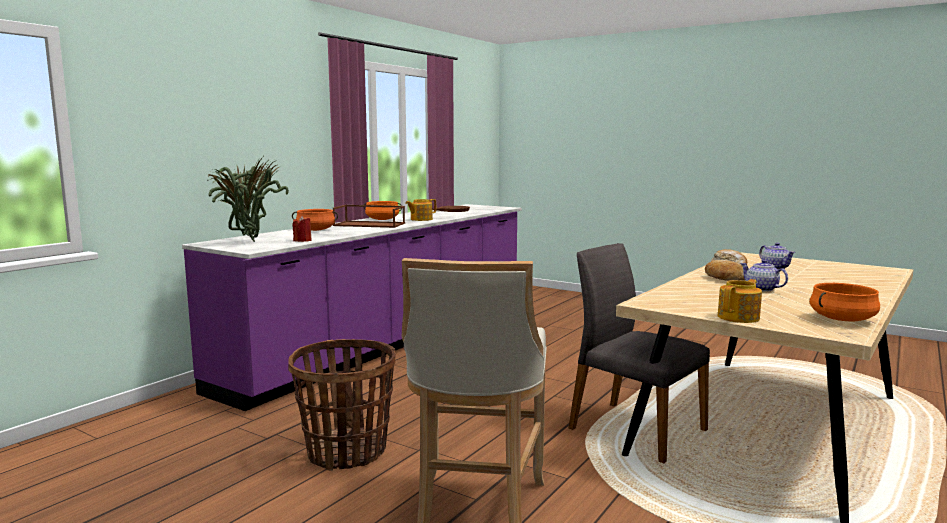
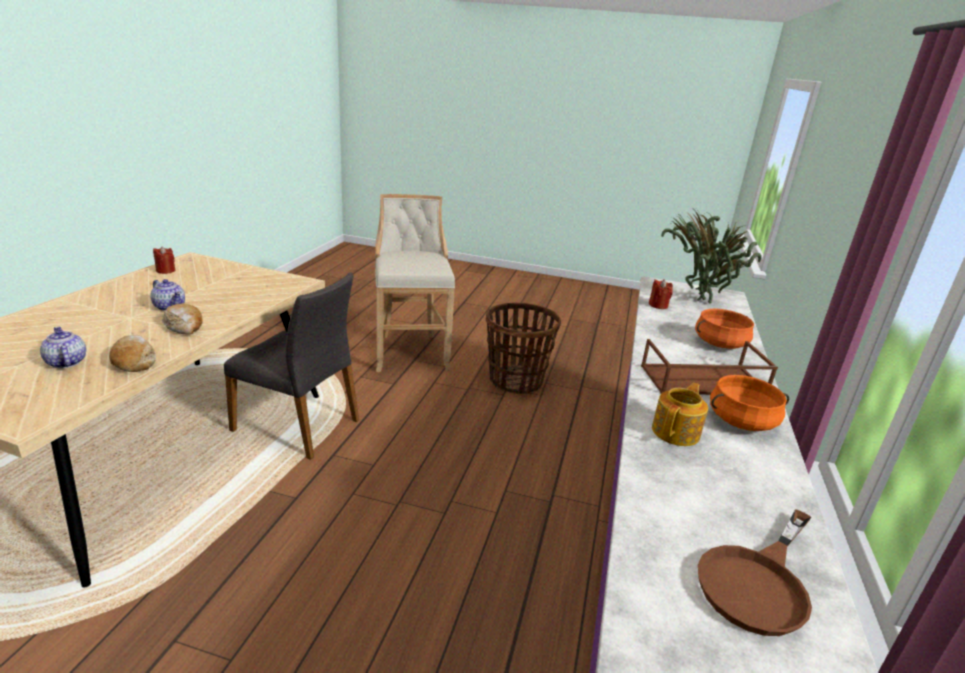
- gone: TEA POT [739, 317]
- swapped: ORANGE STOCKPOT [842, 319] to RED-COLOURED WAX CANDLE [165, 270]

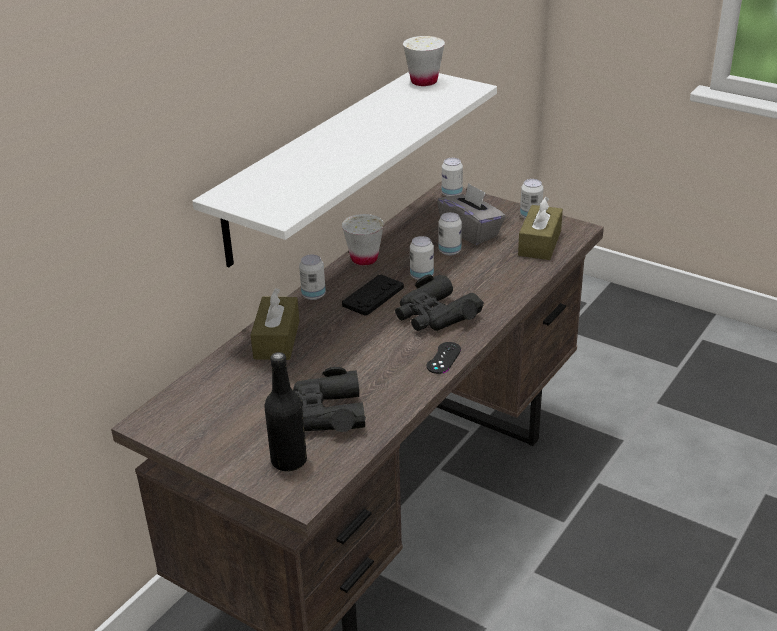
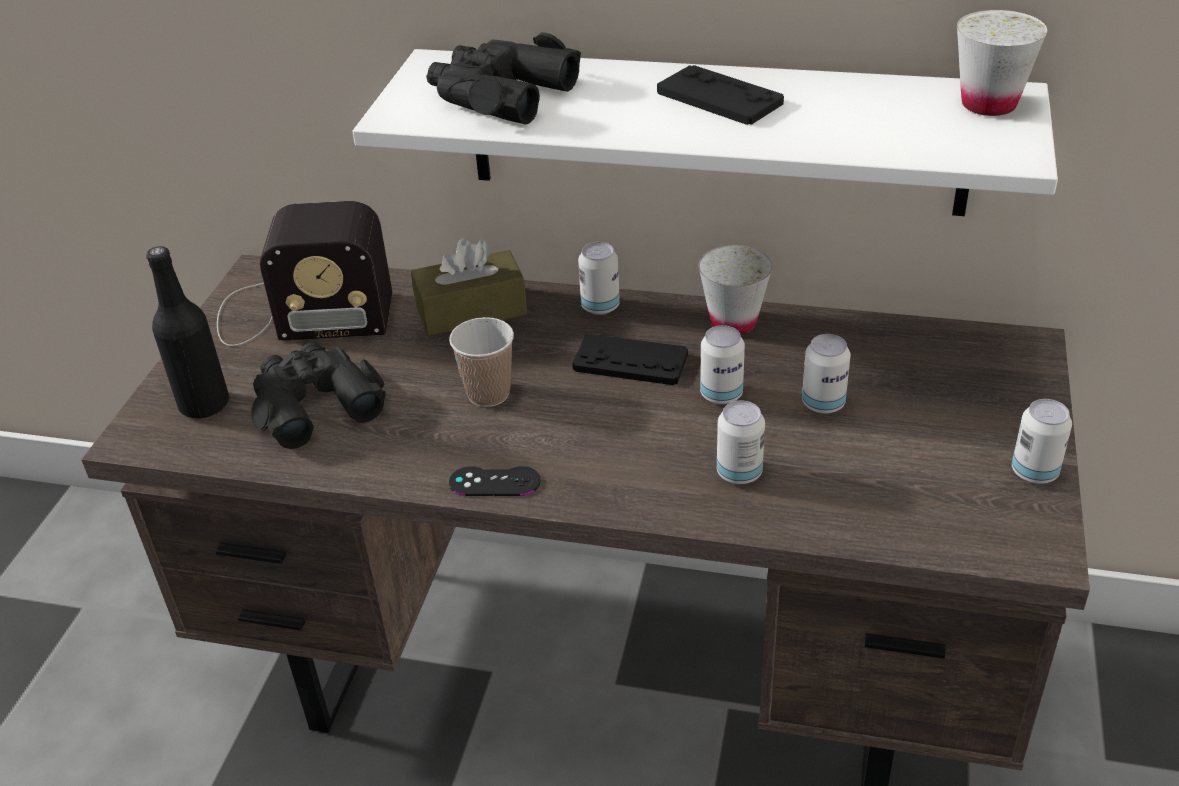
- shifted: SEALED CAN [452, 194] to [739, 473]
- gone: GRAY BOX OF TISSUES [471, 232]
- gone: BROWN-COLOURED BOX OF TISSUES [539, 243]
- shifted: BLACKISH FIELD GLASSES [435, 315] to [500, 94]
- new: BLACKISH JOYPAD [719, 98]
- new: RADIO SET [298, 313]
- new: DRINKING CUP [488, 394]

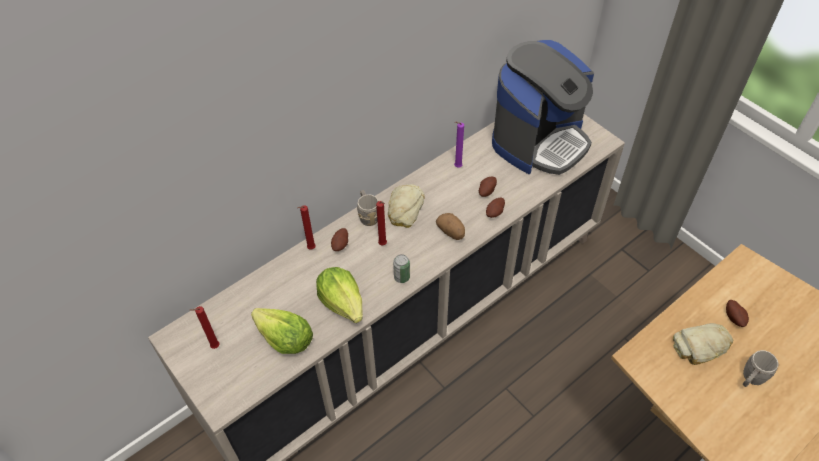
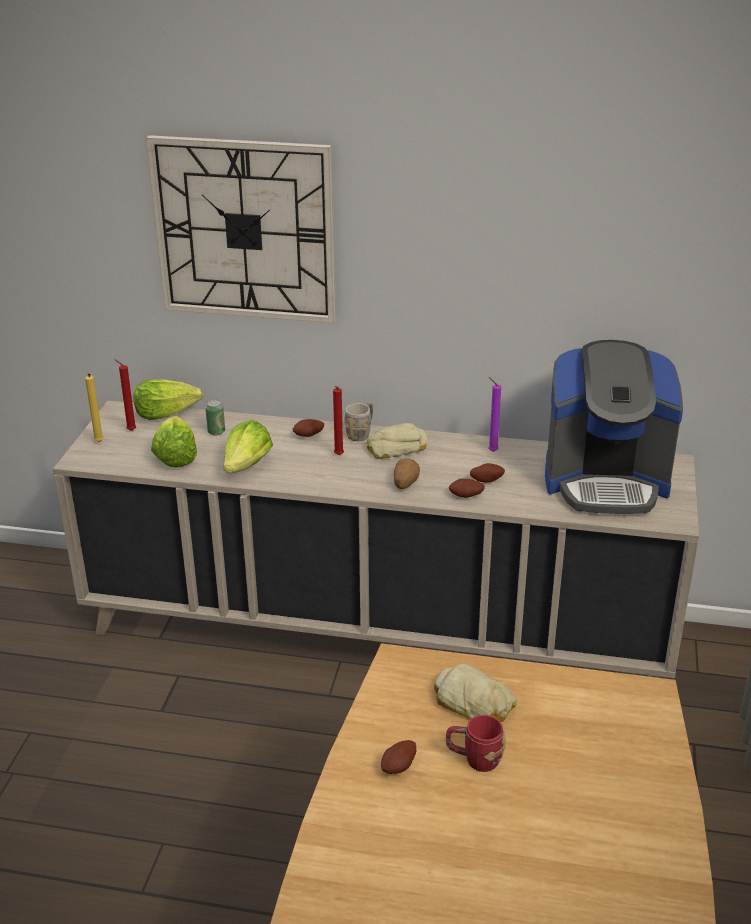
- gone: RED-COLOURED WAX CANDLE [310, 249]
- shifted: SEALED CAN [402, 277] to [216, 432]
- shifted: WHOLE POTATO [734, 318] to [399, 767]
- repainted: GRAY COFFEE MUG [750, 379] to RED-COLOURED COFFEE MUG [474, 759]
- new: HANGING CLOCK [244, 230]
- new: YELLOW-COLOURED WAX CANDLE [99, 443]
- new: LETTUCE [166, 413]

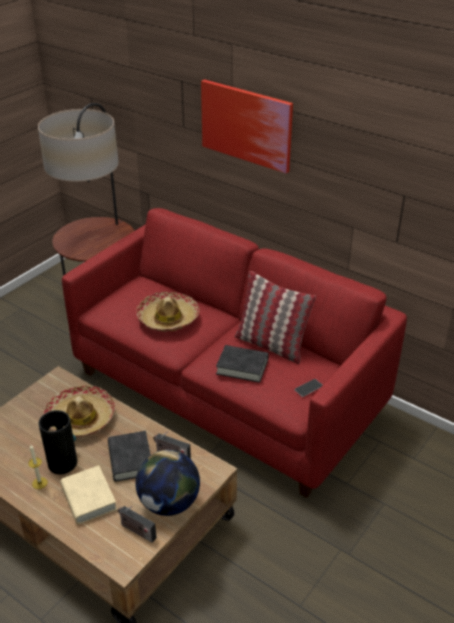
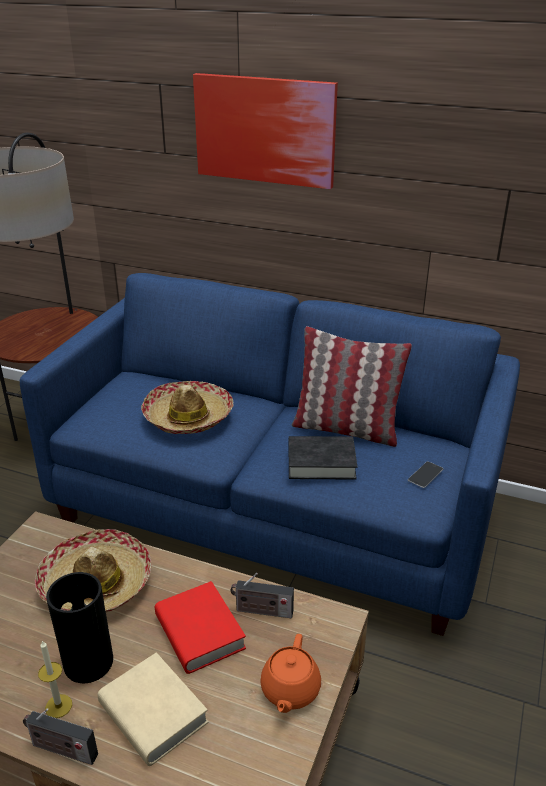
- repainted: RED-COLOURED COUCH [228, 390] to BLUE COUCH [274, 510]
- repainted: BLACKISH VOLUME [130, 459] to RED-COLOURED VOLUME [199, 632]
- swapped: DESK GLOBE [169, 503] to ORANGE TEA POT [289, 690]
- shifted: RADIO SET [136, 530] to [61, 749]

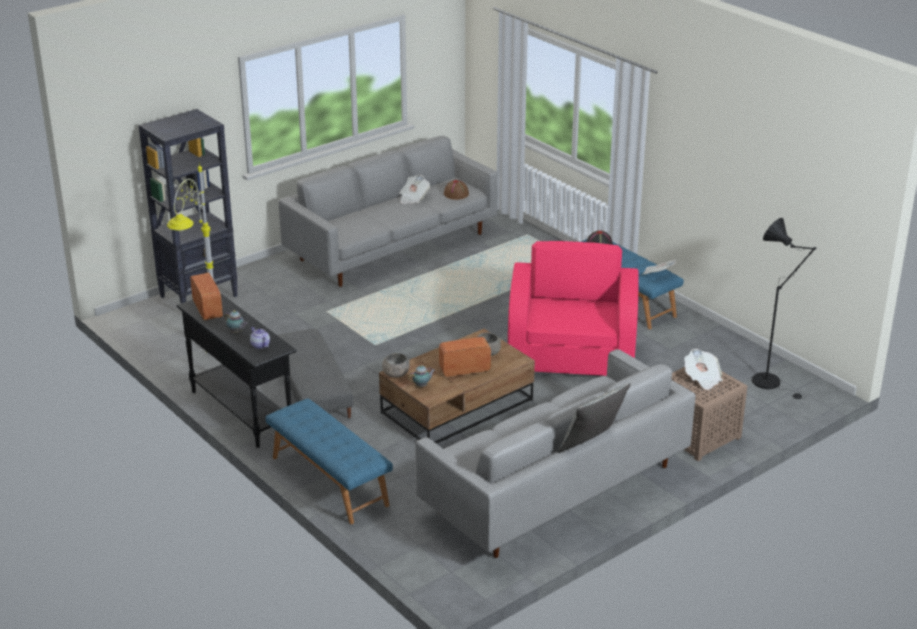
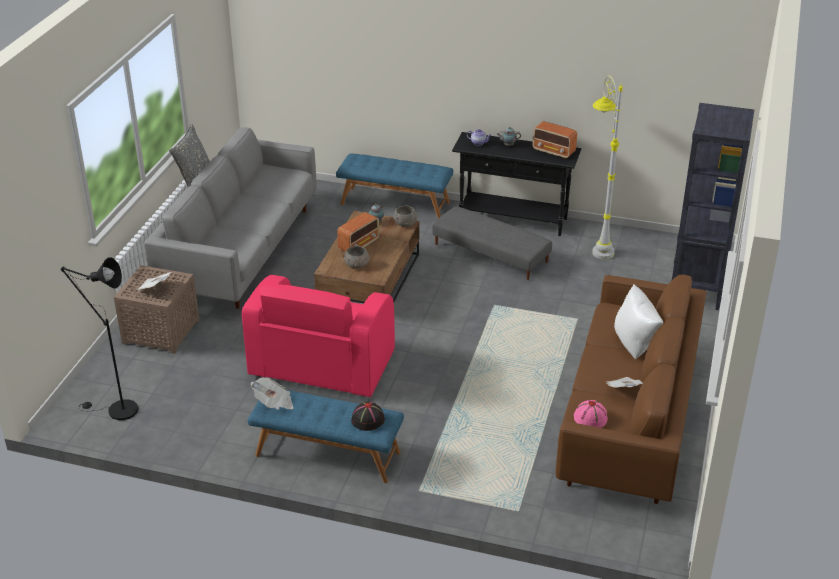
- repainted: GRAY COUCH [393, 247] to BROWN-COLOURED COUCH [628, 420]
- repainted: BROWN-COLOURED CLOTHING HAT [456, 194] to PINK CLOTHING HAT [590, 418]
- rotated: PINK ARMCHAIR [572, 355] = [321, 365] 45 degrees clockwise
- new: WHITE THROW PILLOW [635, 345]

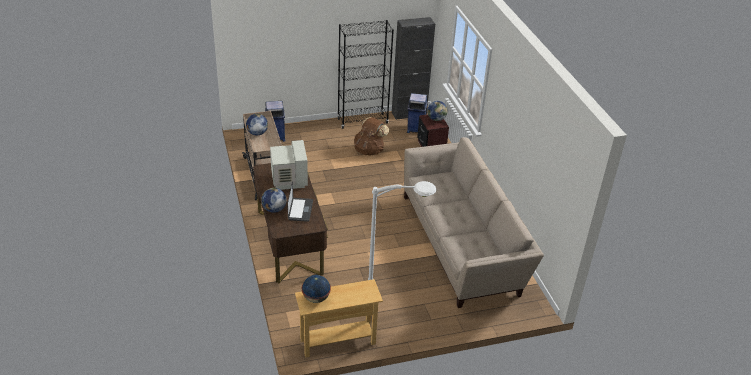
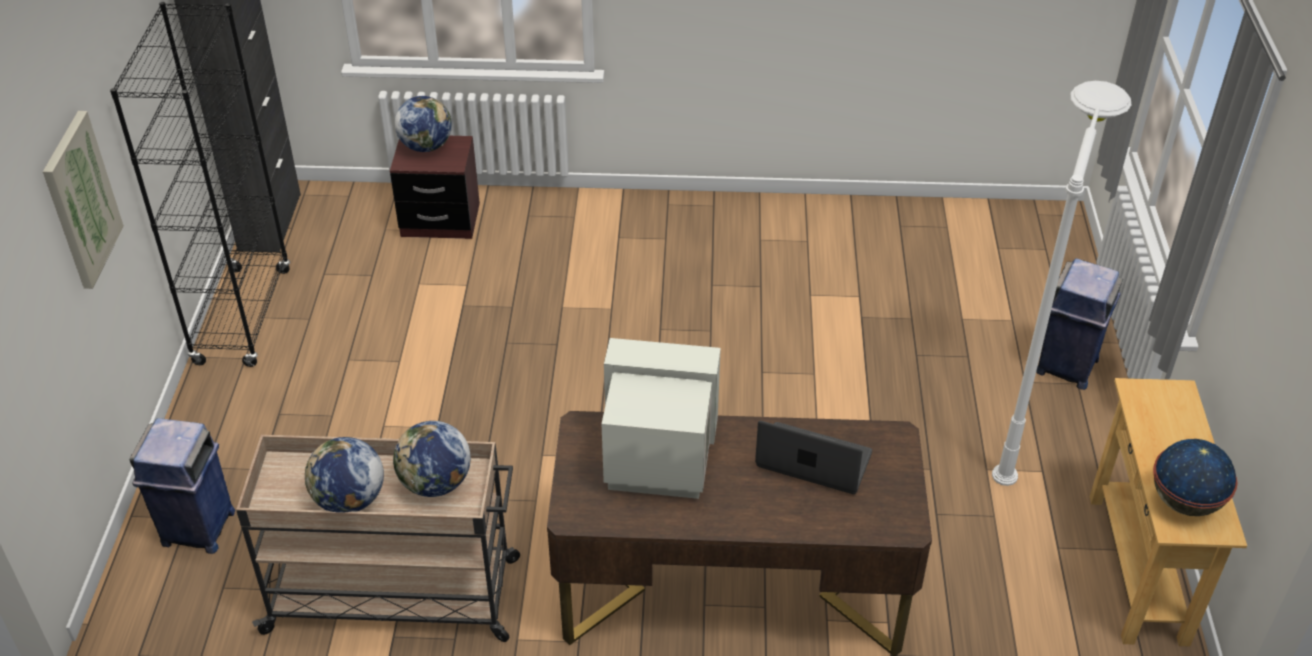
- shifted: BLUE RUBBISH BIN [415, 129] to [1066, 366]
- gone: BROWN-COLOURED RUCKSACK [369, 150]
- gone: BEIGE COUCH [462, 243]
- shifted: DESK GLOBE [274, 209] to [435, 484]
- new: WALL PICTURE [81, 200]

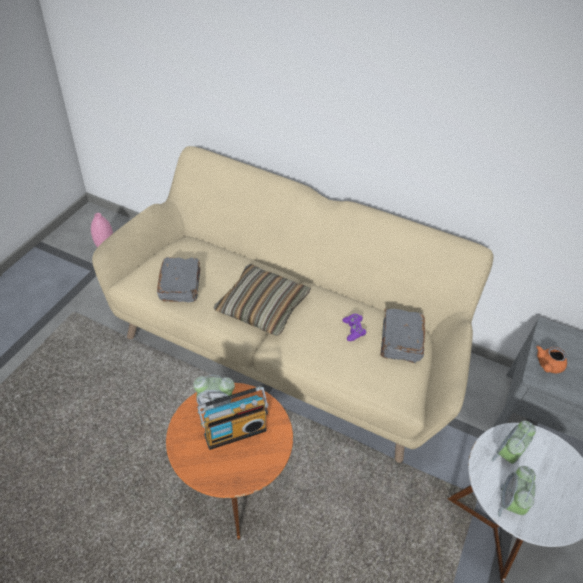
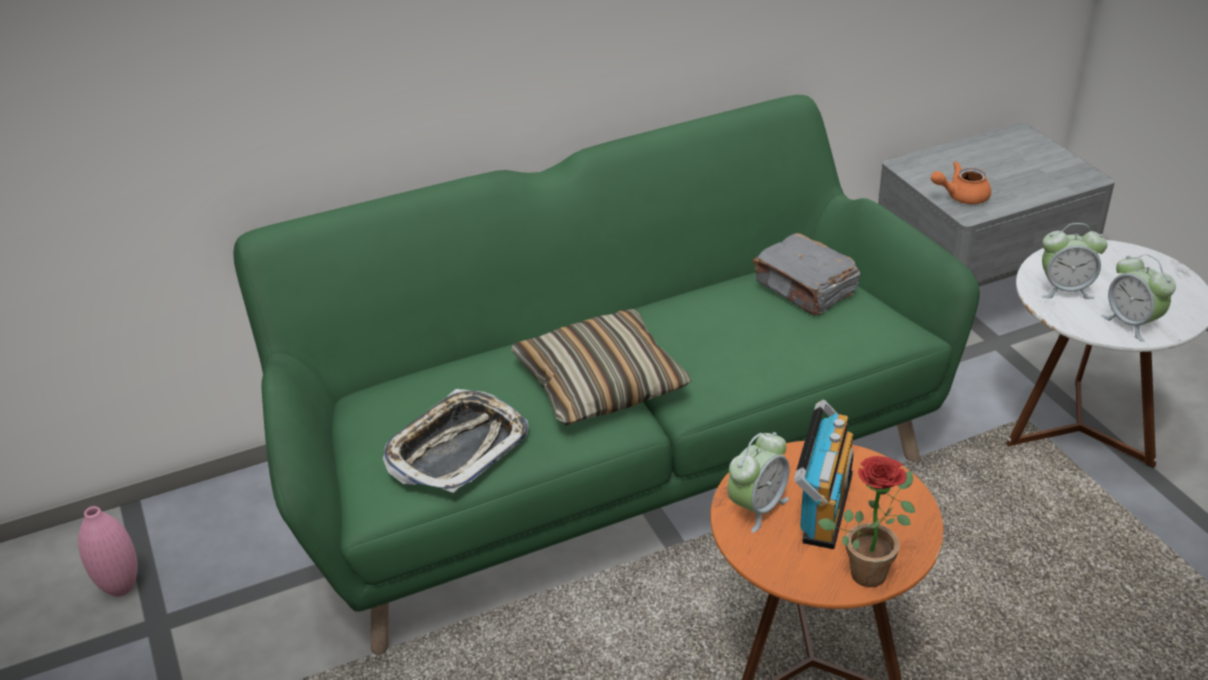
- repainted: BEIGE COUCH [286, 346] to GREEN-COLOURED COUCH [610, 465]
- swapped: GRAY VOLUME [181, 286] to TRAY [457, 448]
- gone: PURPLISH JOYPAD [353, 330]
- rotated: ORANGE TEA POT [548, 366] = [961, 196] 90 degrees clockwise
- rotated: TABLE CLOCK [507, 454] = [1065, 289] 75 degrees counterclockwise
- new: PLANT IN A POT [870, 568]

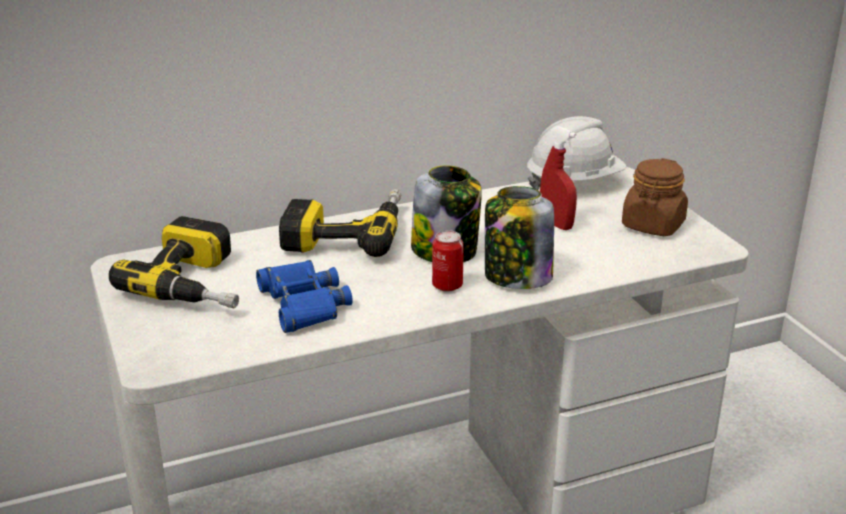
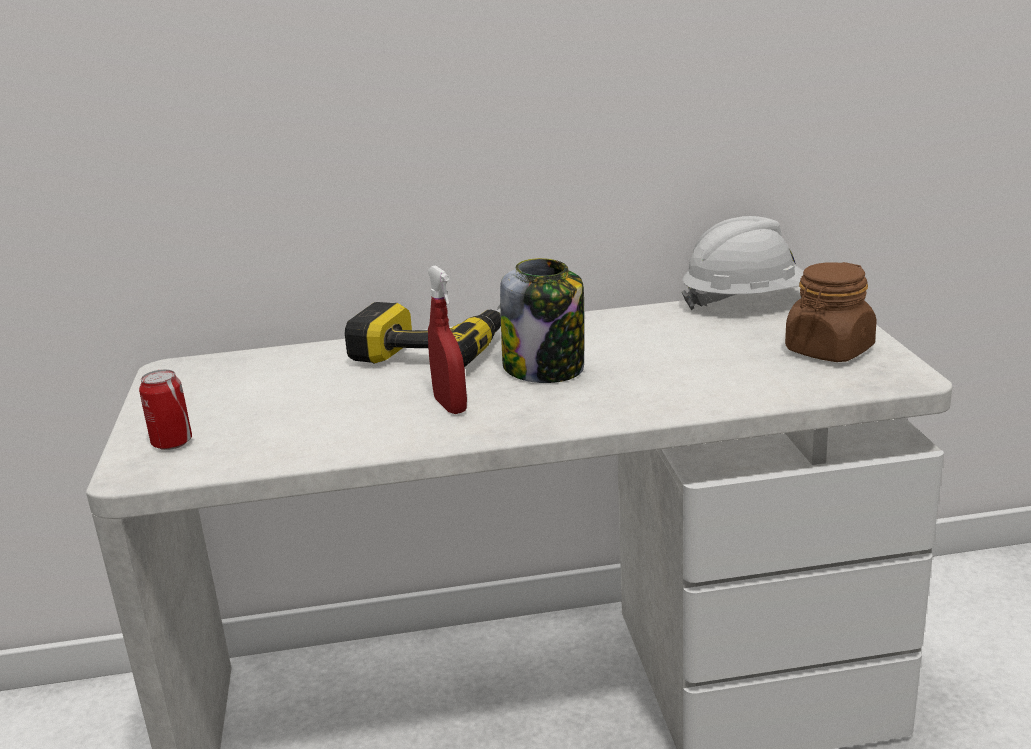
- shifted: RED-COLOURED SPRAY BOTTLE [556, 224] to [450, 406]
- gone: STORAGE JAR [516, 277]
- gone: POWER DRILL [198, 283]
- shifted: SEALED CAN [447, 285] to [172, 443]
- gone: BLUE FIELD GLASSES [303, 304]

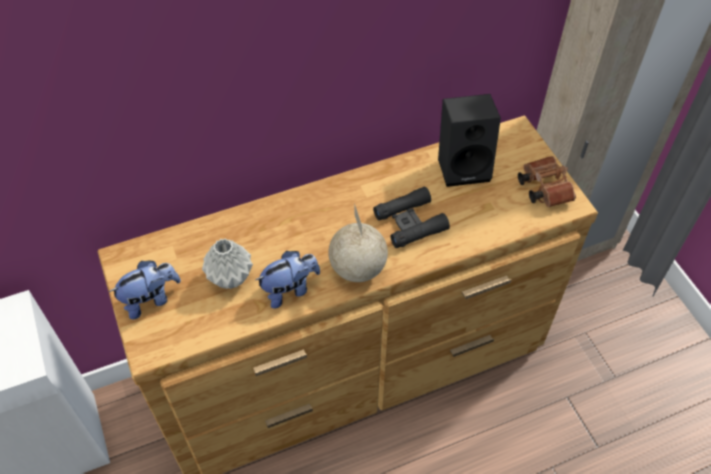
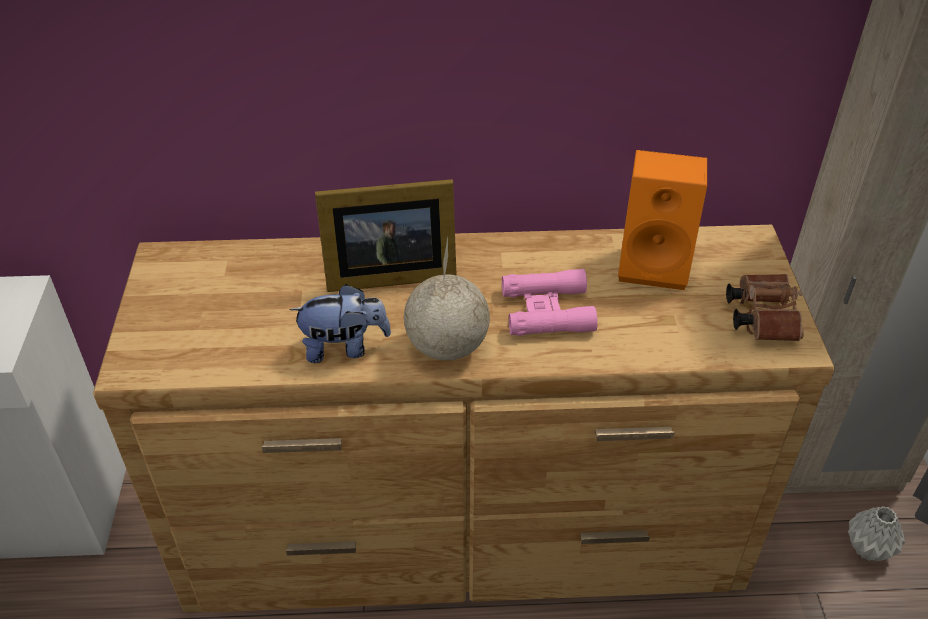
- repainted: BLACKISH LOUDSPEAKER [464, 166] to ORANGE LOUDSPEAKER [655, 264]
- repainted: BLACKISH FIELD GLASSES [410, 222] to PINK FIELD GLASSES [547, 311]
- shifted: GRAY VASE [229, 278] to [867, 549]
- gone: PLUSH TOY [151, 299]
- new: STANDING FRAME [386, 273]

